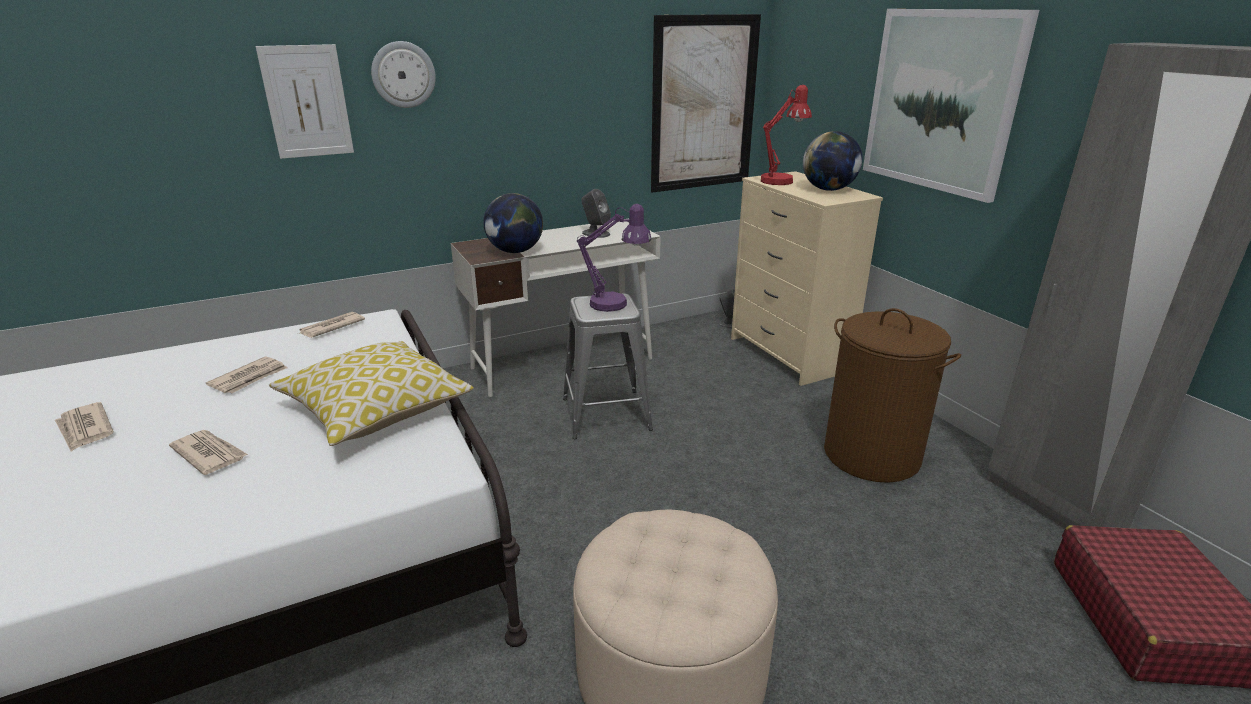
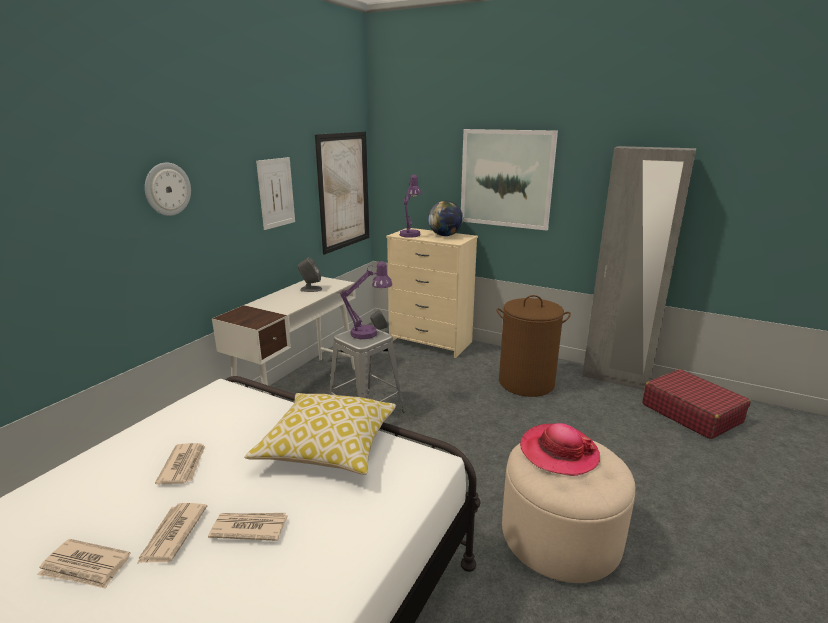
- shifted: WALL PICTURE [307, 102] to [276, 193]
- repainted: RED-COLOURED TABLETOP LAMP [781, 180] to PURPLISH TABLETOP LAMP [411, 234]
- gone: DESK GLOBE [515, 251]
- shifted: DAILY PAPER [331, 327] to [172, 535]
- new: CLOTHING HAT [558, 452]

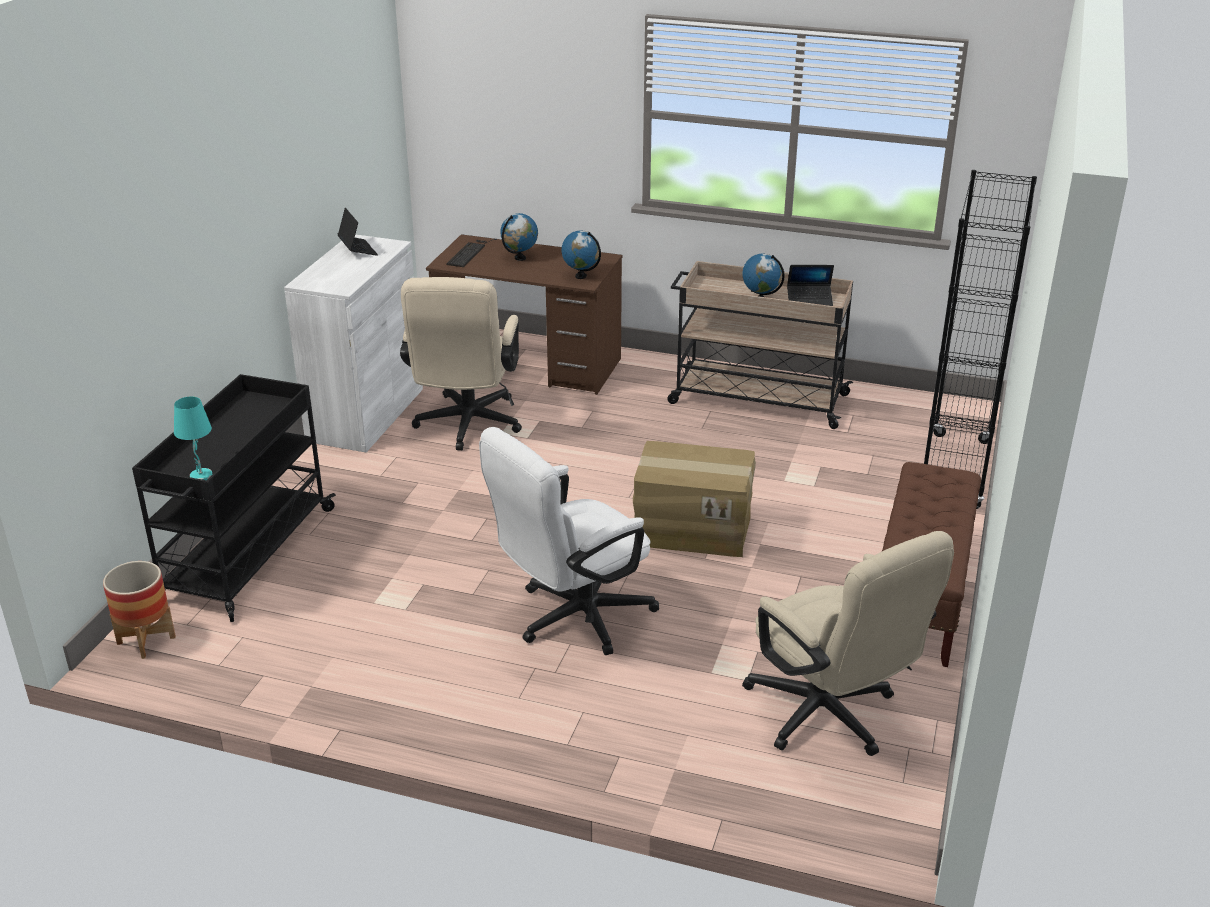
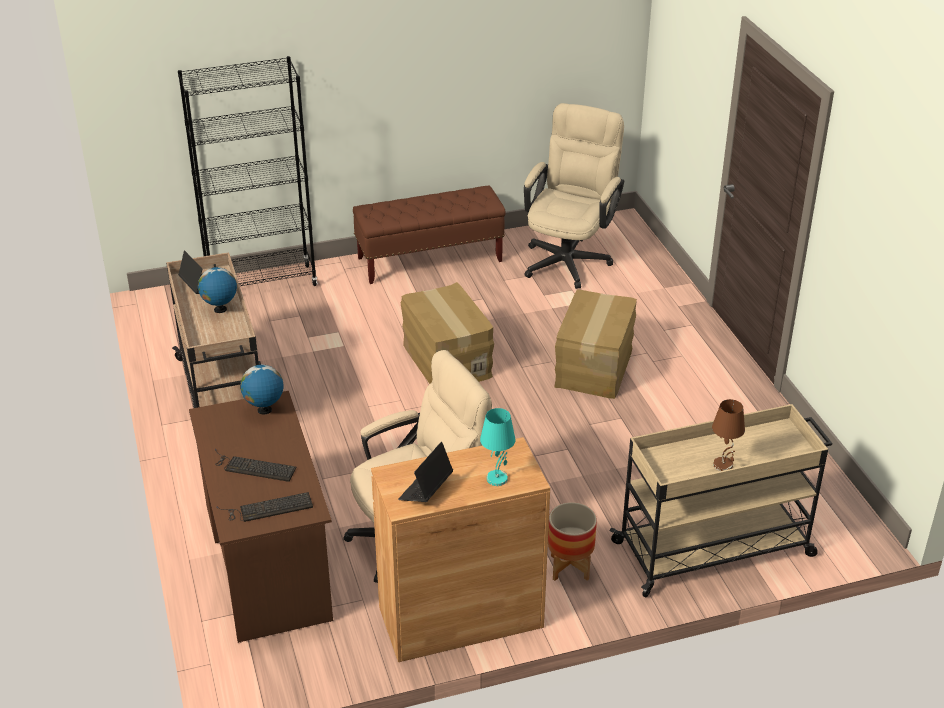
- swapped: DESK GLOBE [520, 258] to KEYBOARD [253, 467]
- repainted: WHITE STORAGE CABINET [365, 414] to BROWN-COLOURED STORAGE CABINET [460, 617]
- repainted: BLACKISH TROLLEY [245, 556] to BEIGE TROLLEY [715, 549]
- shifted: TURQUOISE-COLOURED TABLETOP LAMP [201, 477] to [497, 478]
- swapped: WHITE OFFICE CHAIR [572, 619] to PACKING BOX [595, 367]
- shifted: PLANTER [146, 640] to [570, 567]
- new: BROWN-COLOURED TABLETOP LAMP [723, 465]

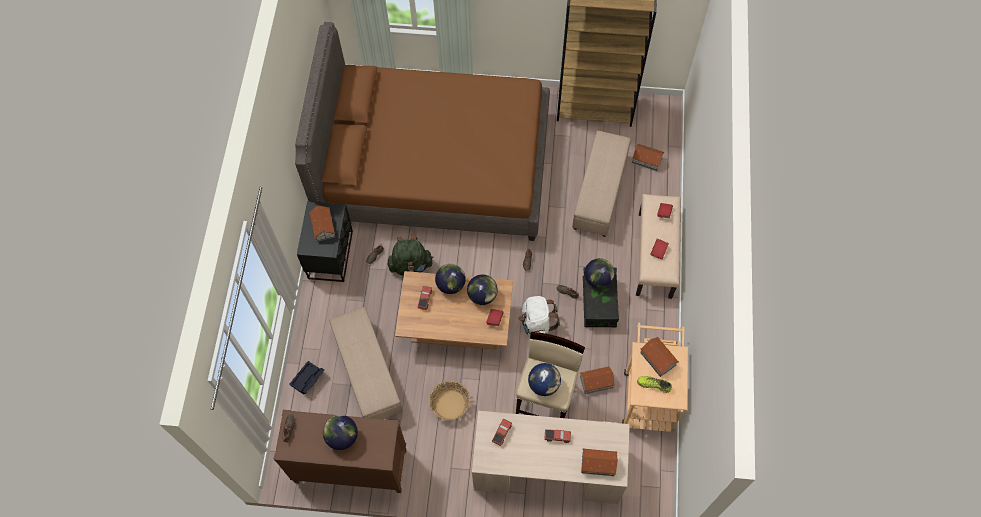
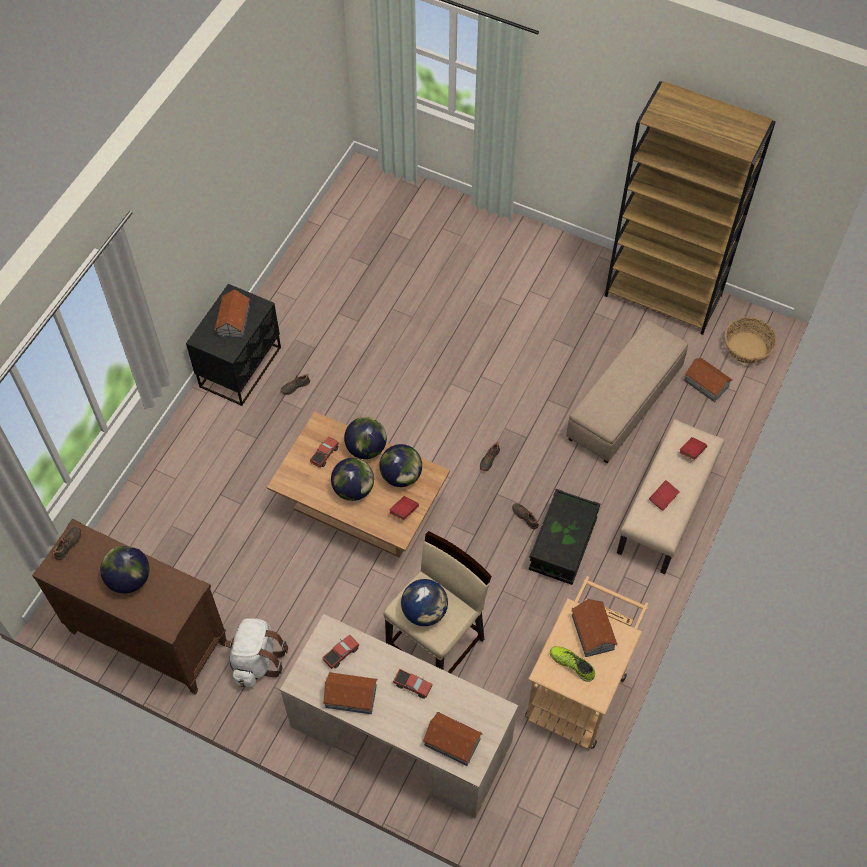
- gone: BROWN-COLOURED SLEEPING BED [434, 167]
- gone: GREEN-COLOURED RUCKSACK [411, 265]
- shifted: DESK GLOBE [598, 279] to [353, 489]
- shifted: WHITE RUCKSACK [536, 324] to [256, 660]
- gone: BEIGE FOOTREST [367, 372]
- gone: BLACKISH STORAGE BIN [307, 380]
- shifted: TOY HOUSE [596, 382] to [350, 696]
- shifted: HOUSEHOLD BASKET [450, 404] to [747, 347]

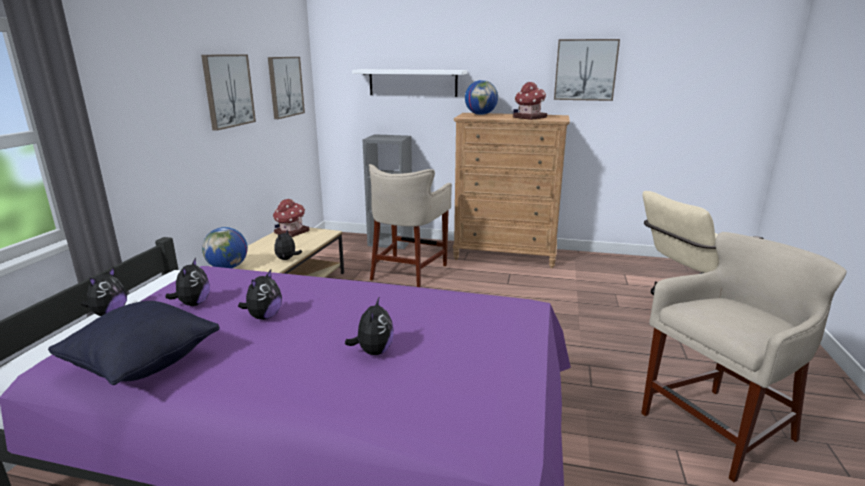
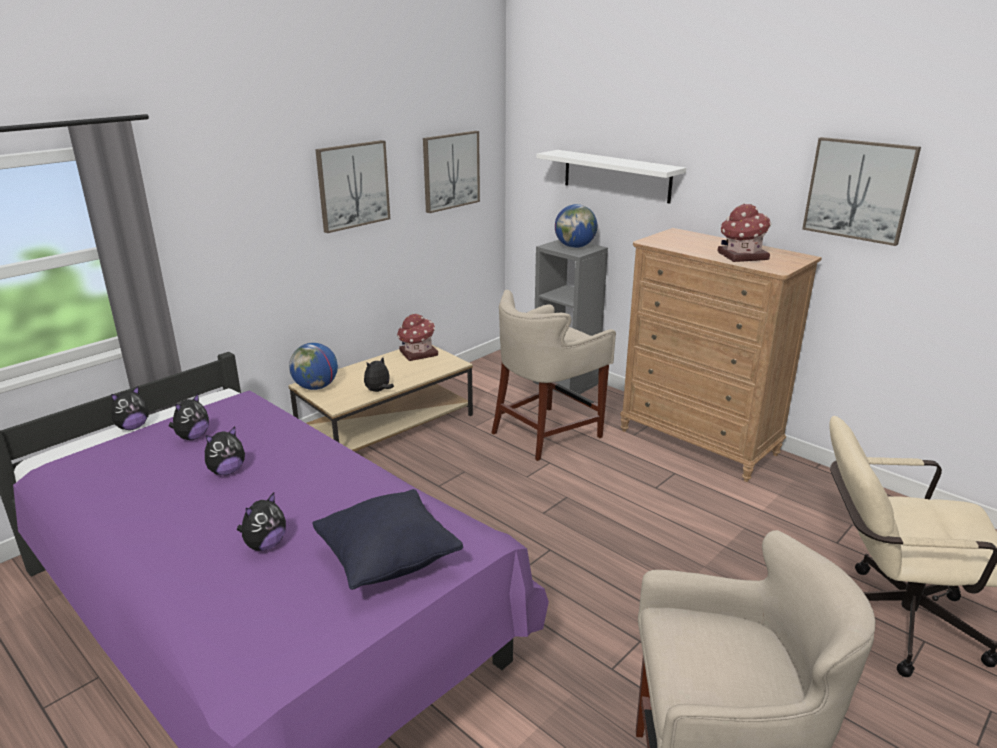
- shifted: DESK GLOBE [481, 114] to [575, 247]
- shifted: BLACKISH THROW PILLOW [143, 365] to [388, 561]

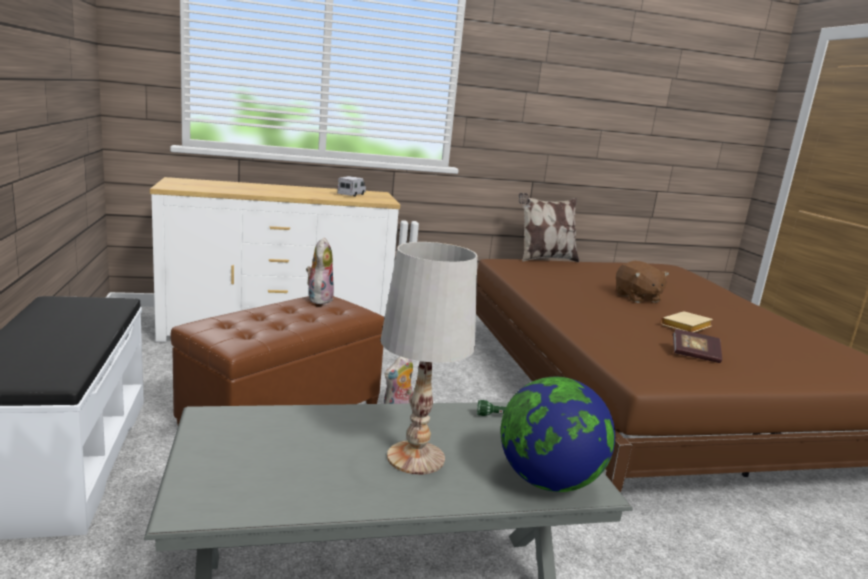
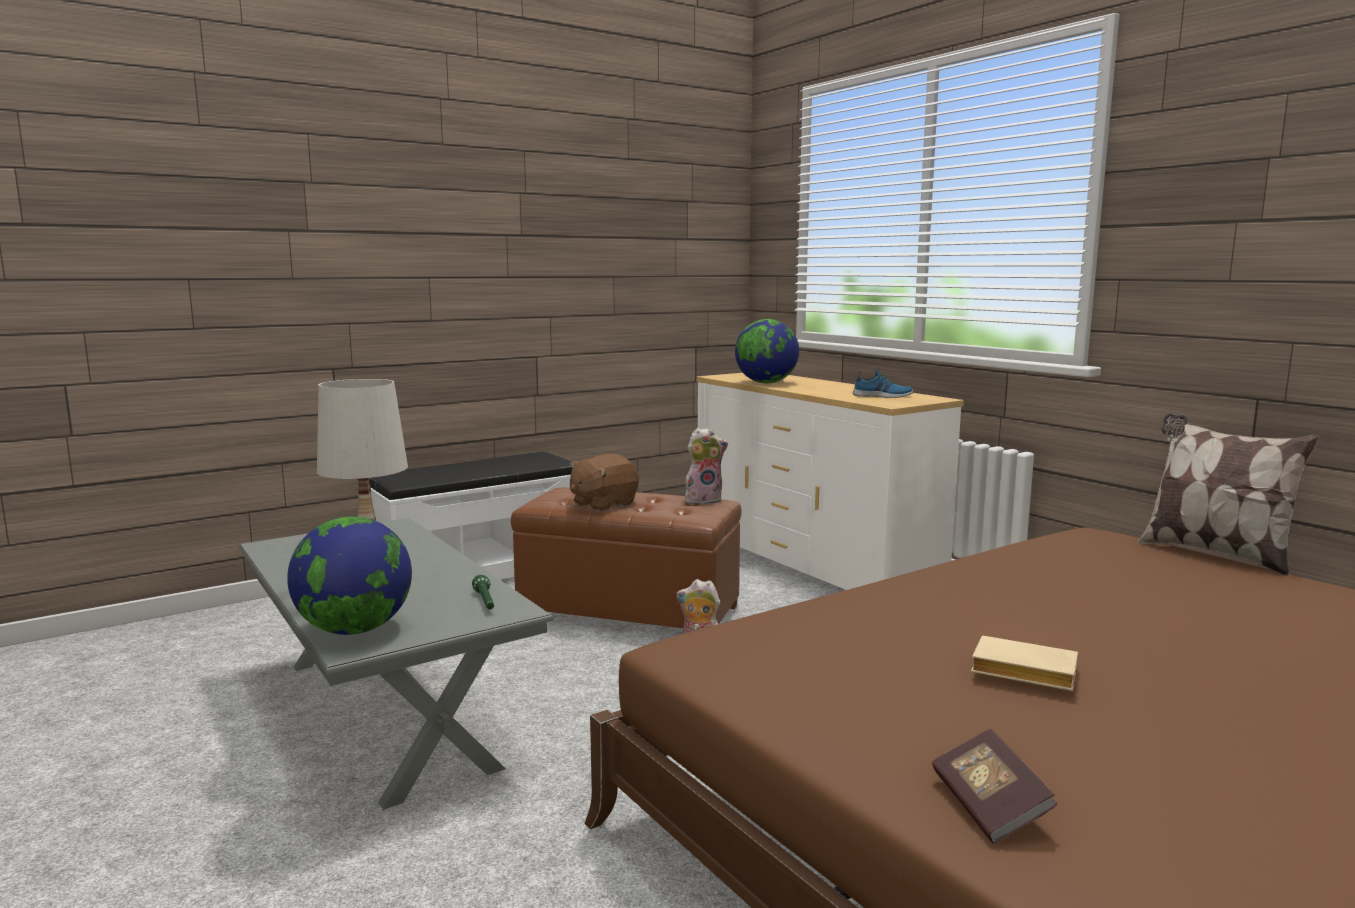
- swapped: TOY TRUCK [351, 194] to LOW SHOE [882, 396]
- shifted: BROWN-COLOURED PLUSH TOY [637, 298] to [603, 504]
- shifted: VOLUME [694, 355] to [989, 806]
- new: DESK GLOBE [766, 383]

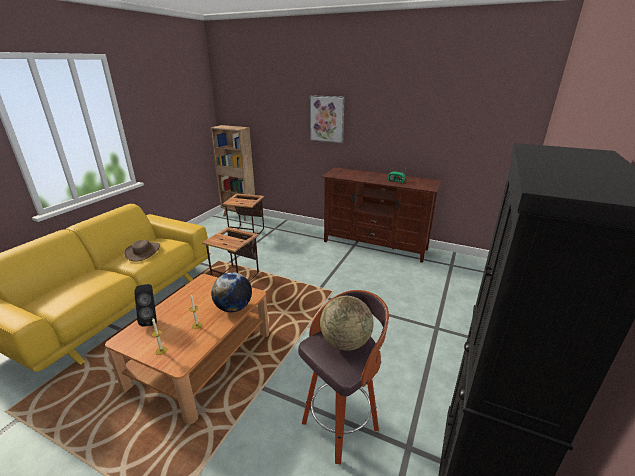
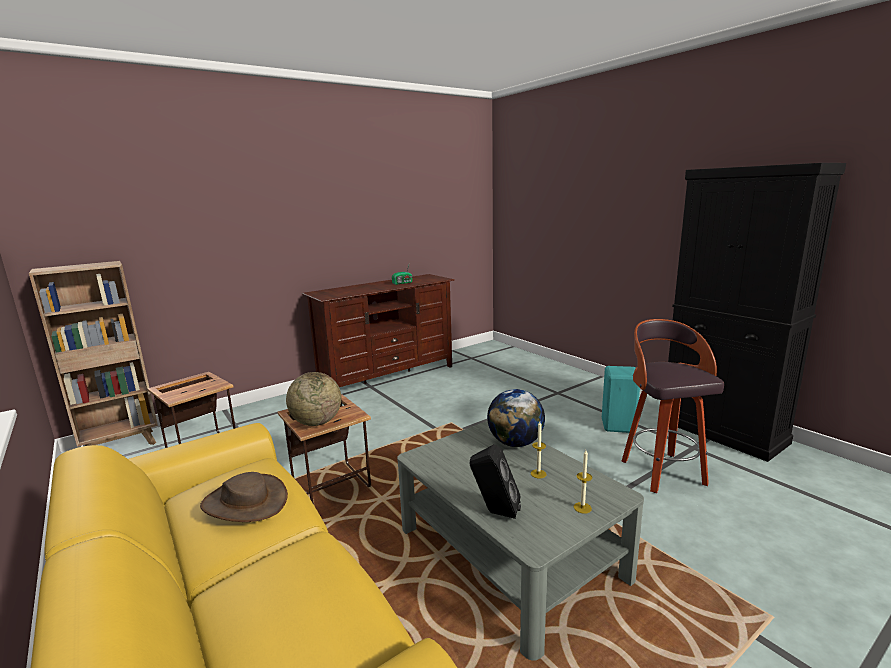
- gone: WALL PICTURE [327, 119]
- repainted: BROWN-COLOURED LOW TABLE [202, 358] to GRAY LOW TABLE [509, 552]
- shifted: DESK GLOBE [345, 342] to [316, 422]
- new: TURQUOISE-COLOURED STOOL SEAT [619, 426]

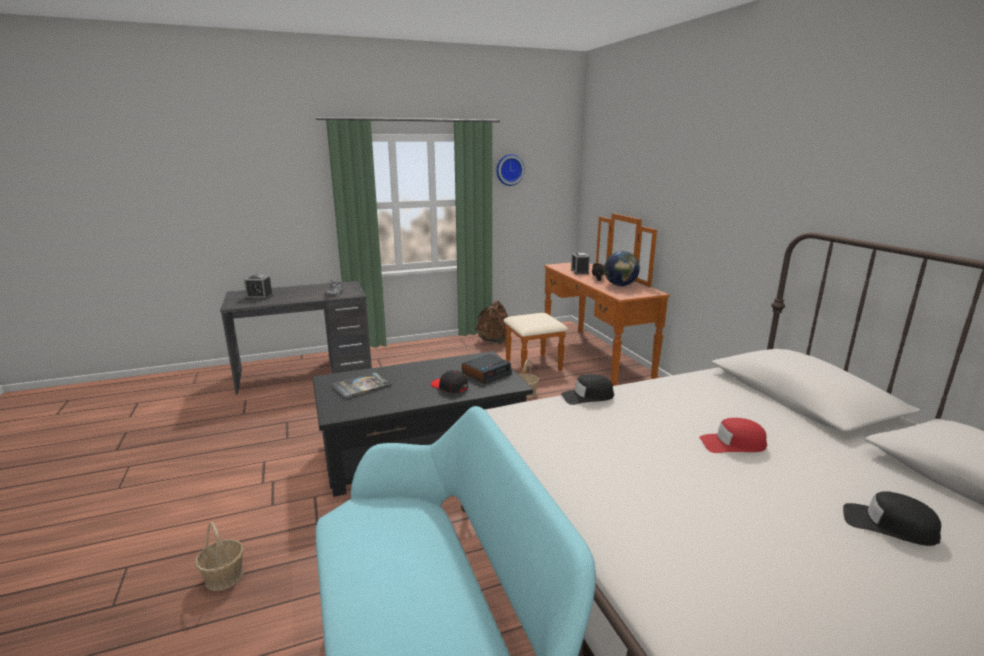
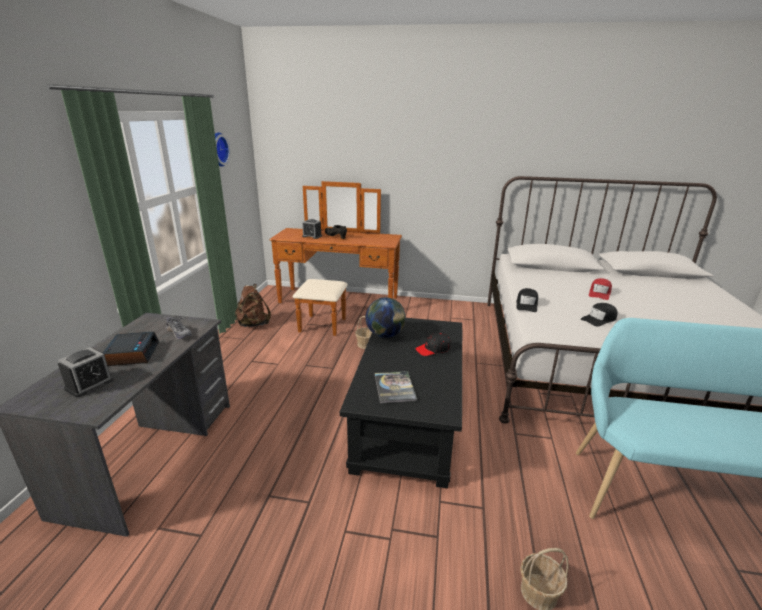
- shifted: DESK GLOBE [620, 285] to [385, 335]
- shifted: TABLE CLOCK [486, 373] to [132, 354]
- shifted: BLACKISH PEAKED CAP [888, 525] to [599, 319]

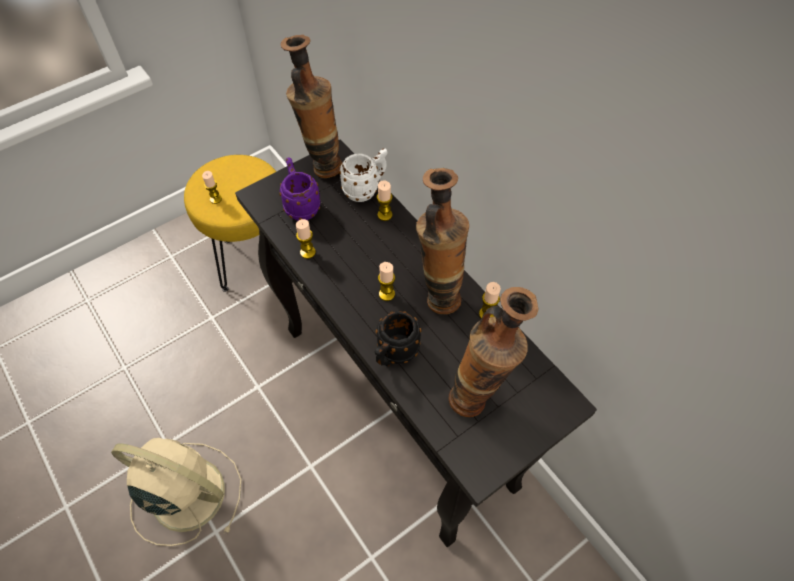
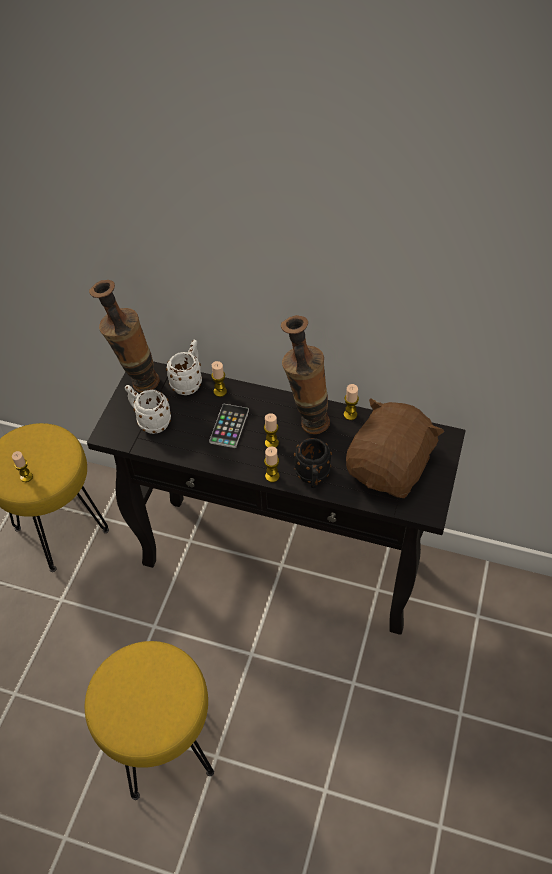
- repainted: PURPLISH COFFEE MUG [301, 205] to WHITE COFFEE MUG [150, 421]
- shifted: WAX CANDLE [307, 252] to [272, 476]
- swapped: VASE [478, 396] to BROWN-COLOURED PLUSH TOY [390, 468]
- swapped: BEIGE ELECTRIC FAN [185, 493] to YELLOW-COLOURED STOOL SEAT [164, 748]
- new: TELEPHONE [229, 426]

